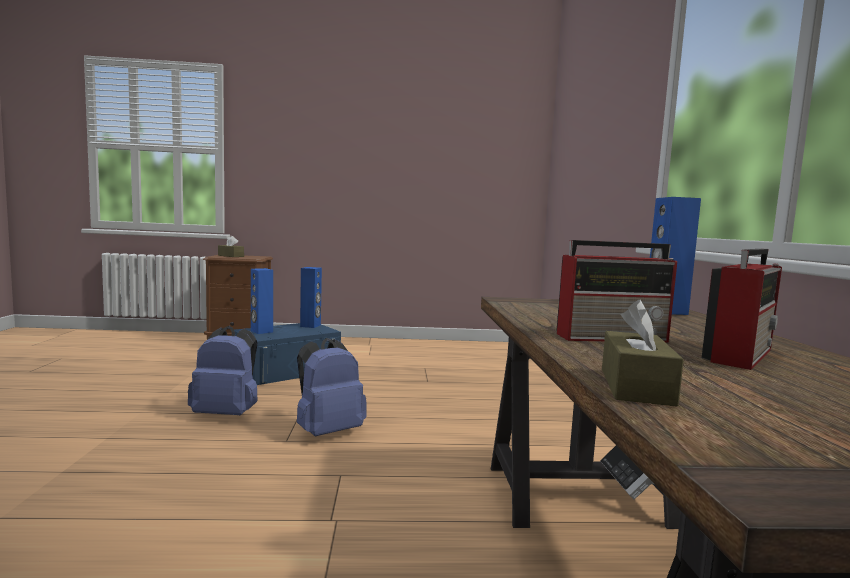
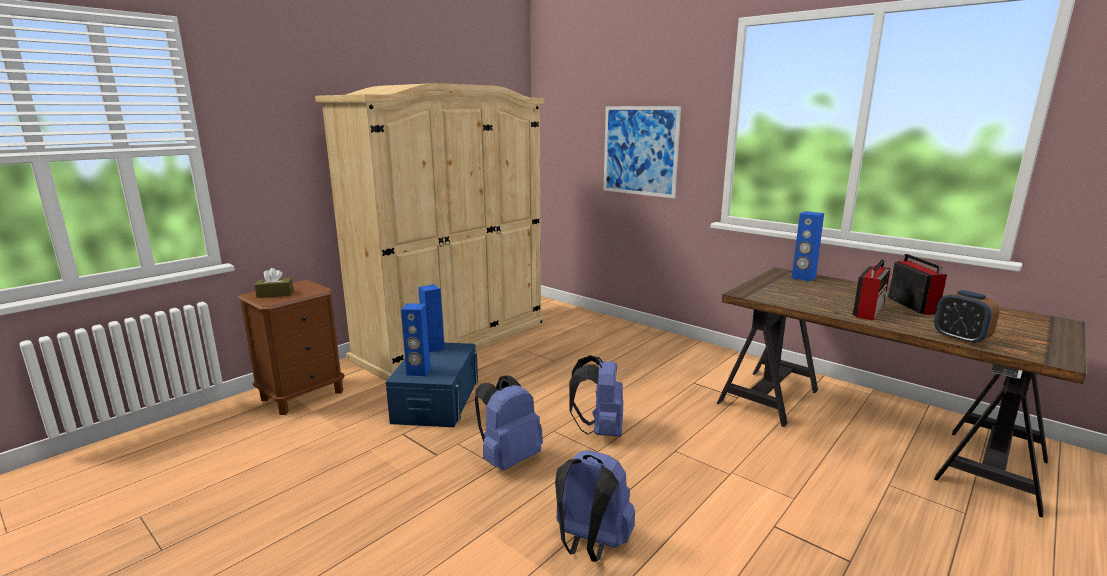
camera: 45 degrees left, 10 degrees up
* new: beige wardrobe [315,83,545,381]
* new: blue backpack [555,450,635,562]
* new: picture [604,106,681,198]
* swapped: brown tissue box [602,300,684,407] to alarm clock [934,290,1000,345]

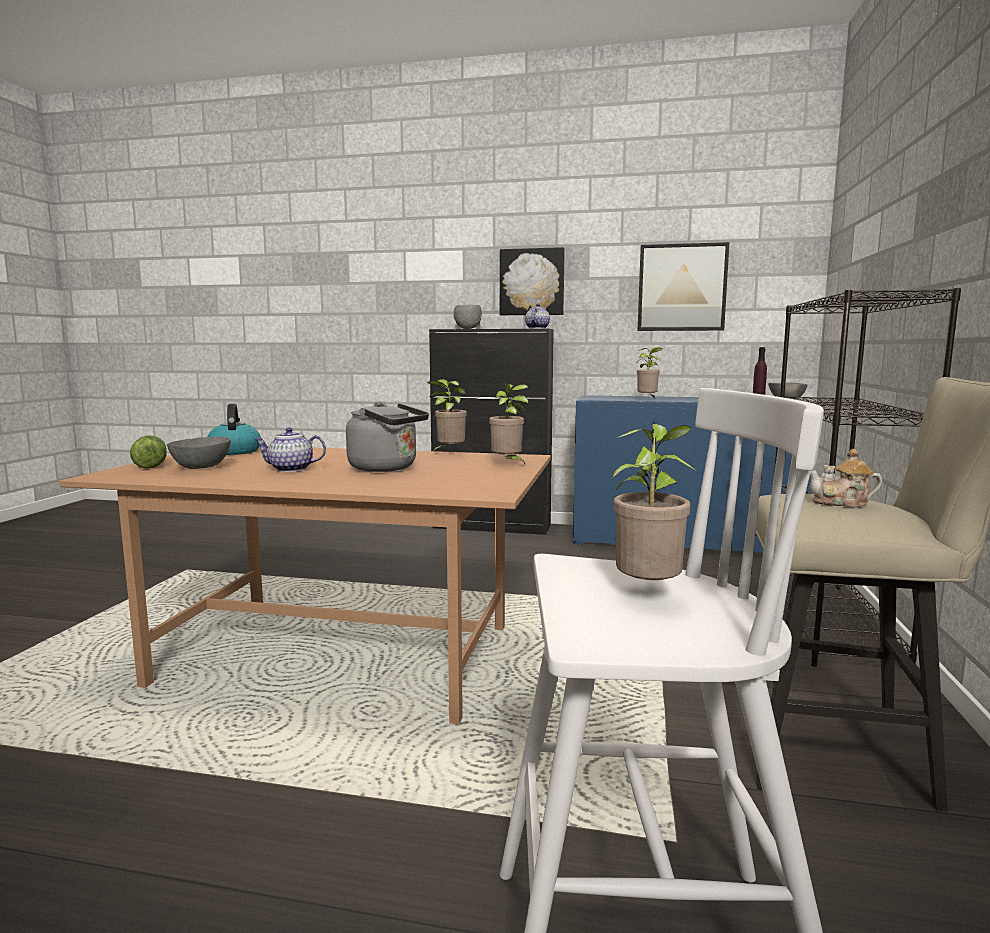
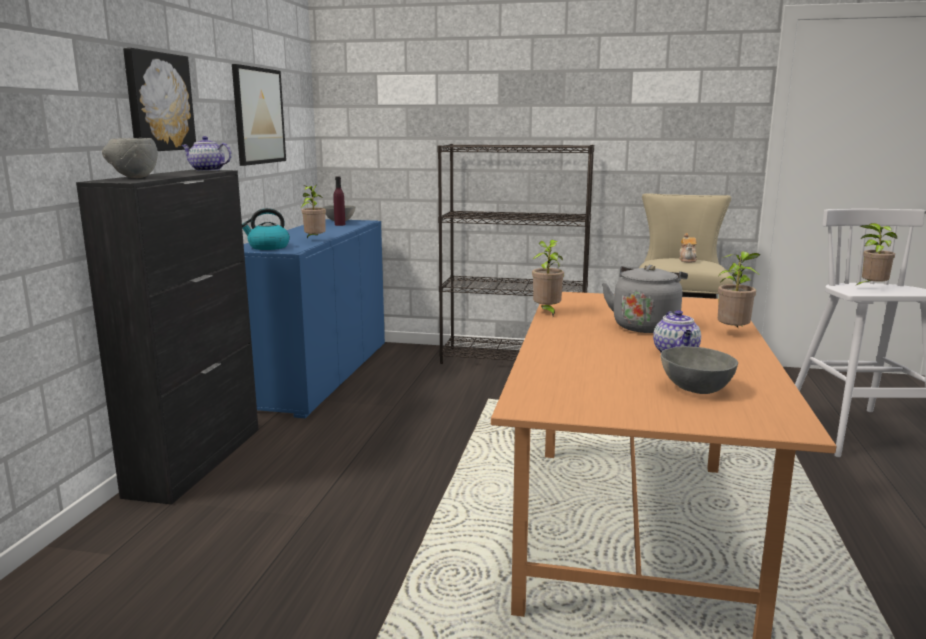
camera: 90 degrees left, 5 degrees up
* shifted: kettle [208,404,261,455] to [242,208,290,250]
* shifted: potted plant [489,384,528,466] to [718,251,760,329]
* gone: lettuce [130,435,167,469]

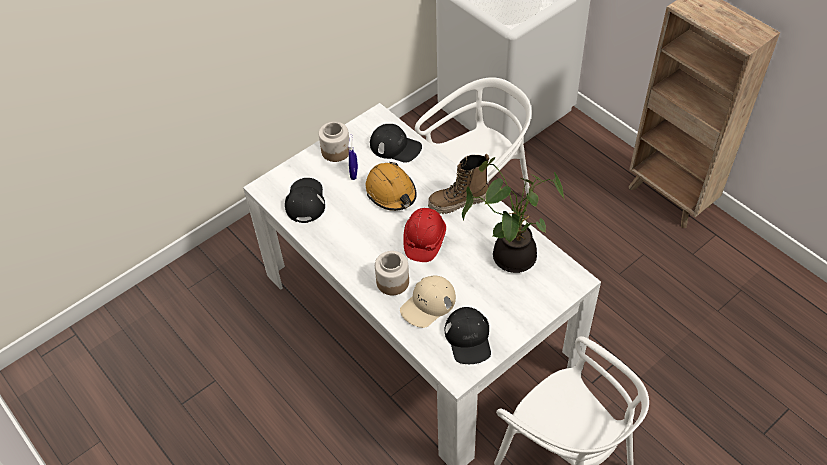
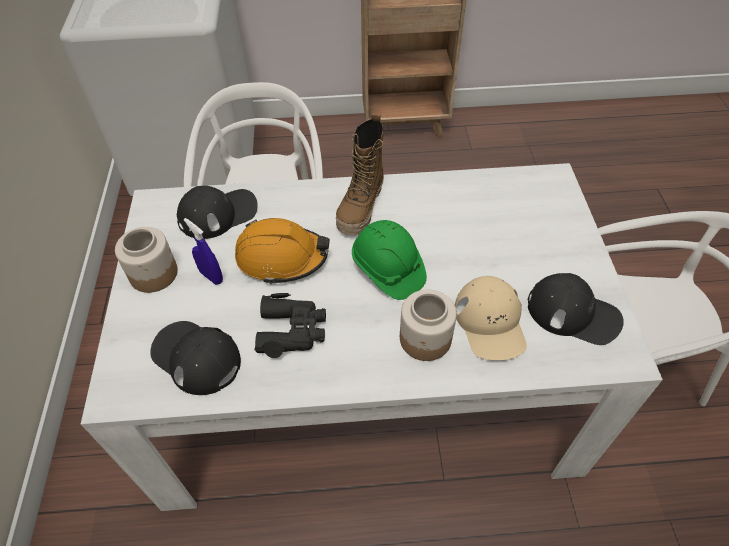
camera: 55 degrees left, 0 degrees up
* new: black binoculars [254,293,326,358]
* repainted: red hard hat [403,208,446,262] to green hard hat [352,220,427,300]
* gone: potted plant [462,157,565,273]

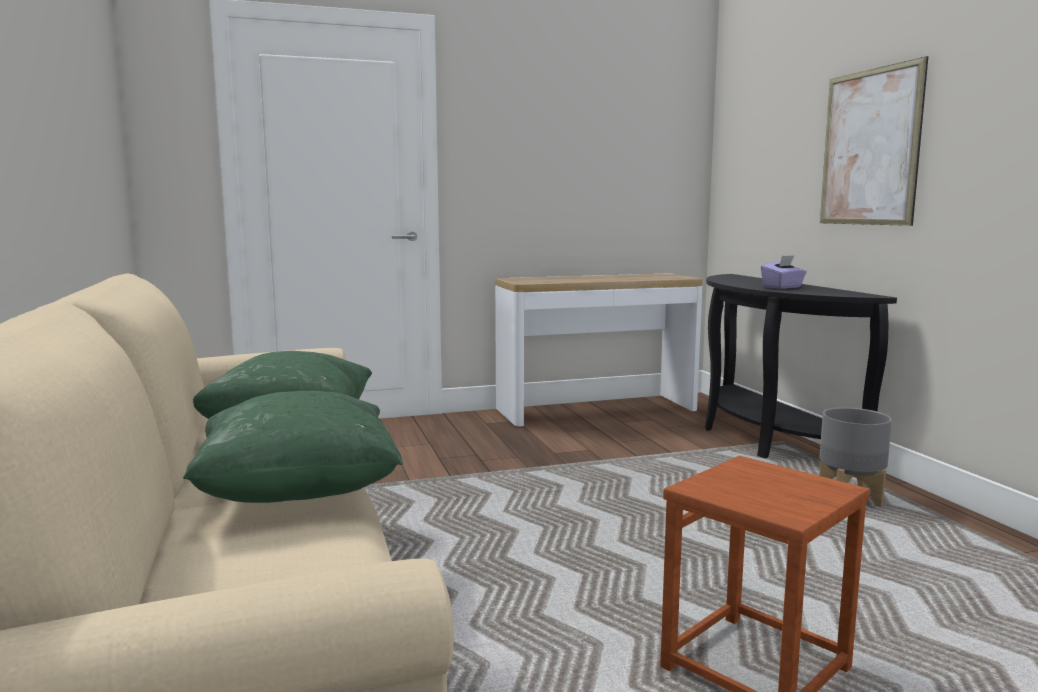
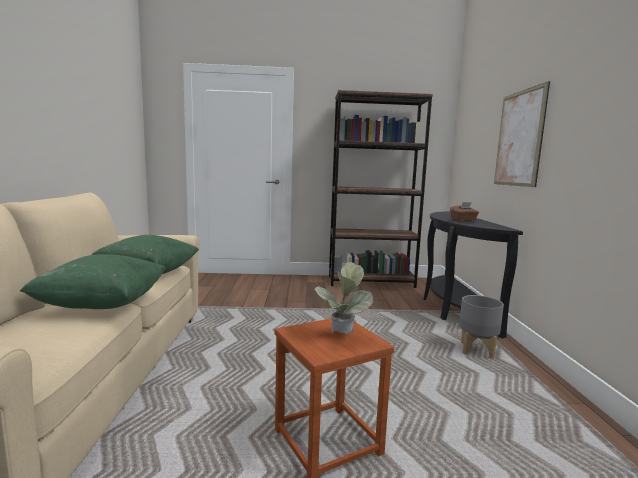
camera: 15 degrees right, 0 degrees up
* new: potted plant [314,262,373,334]
* swapped: console table [495,273,702,426] to brown bookcase [329,90,433,288]
* repainted: purple tissue box [761,255,807,289] to brown tissue box [450,202,479,222]

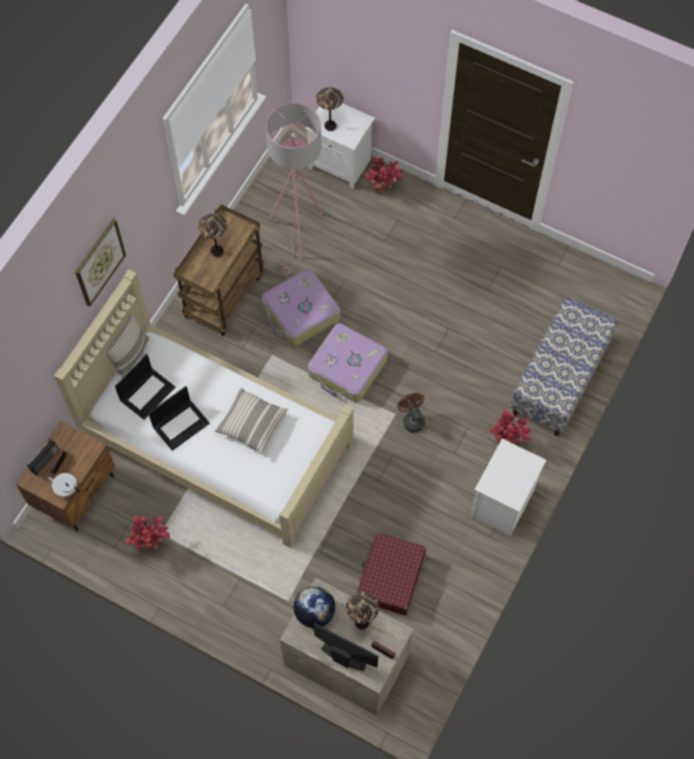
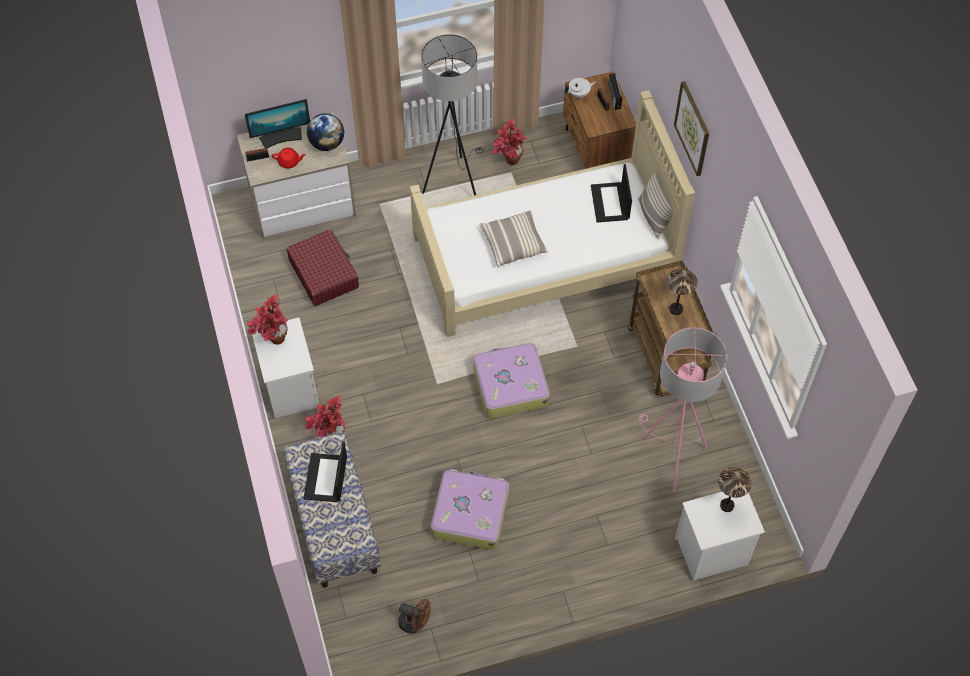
camera: 135 degrees right, 5 degrees down
* shifted: potted plant [364,157,404,194] to [247,295,288,345]
* swapped: table lamp [346,592,379,630] to red teapot [272,148,306,169]
* shifted: laptop [148,386,210,451] to [304,441,347,502]
* shifted: brown fan [397,393,425,433] to [398,599,431,633]
* new: grey floor lamp [421,34,484,196]
* shifted: suitcase [262,269,340,346] to [431,469,509,550]

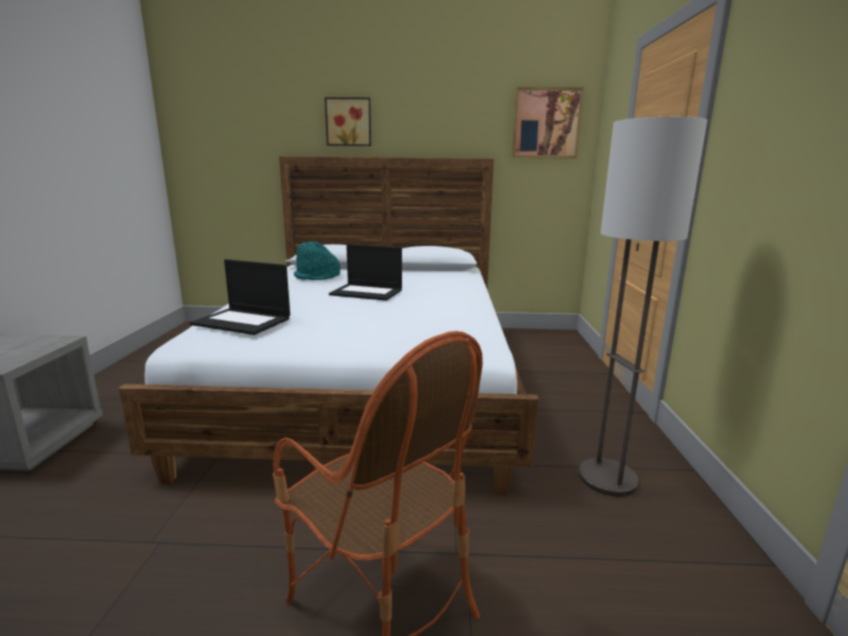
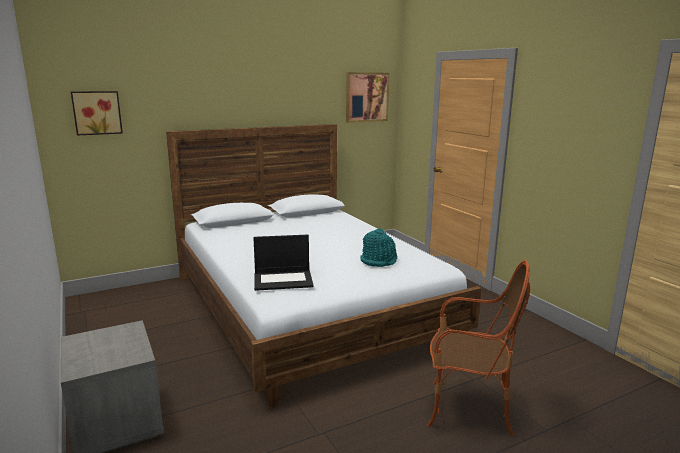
camera: 30 degrees left, 0 degrees up
* shifted: picture [325,97,371,146] to [71,91,123,136]
* shifted: turquoise hat [294,242,340,280] to [360,228,398,267]
* gone: laptop [329,244,402,301]
* gone: floor lamp [579,117,707,496]

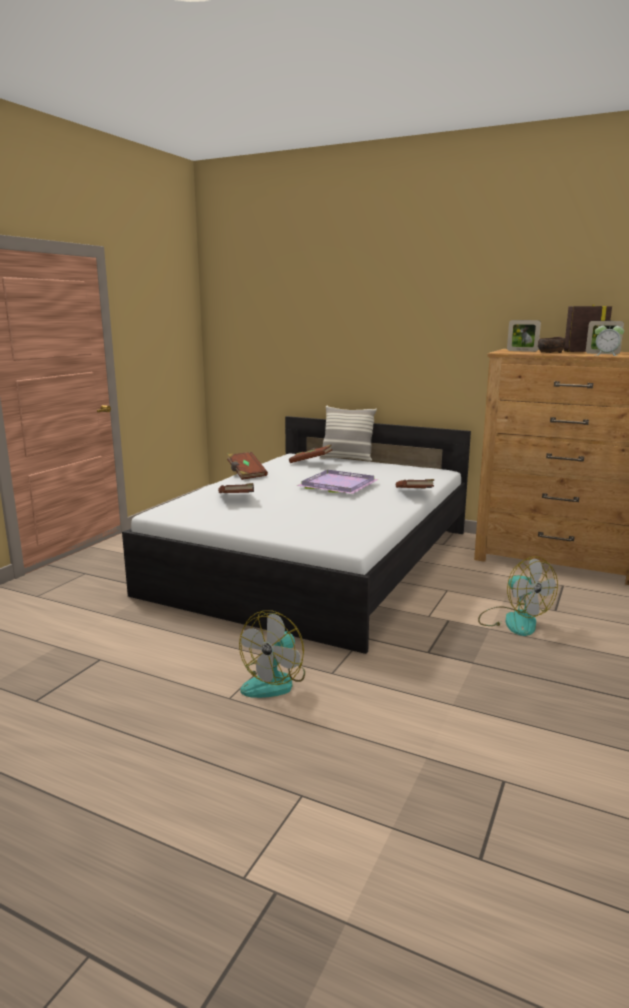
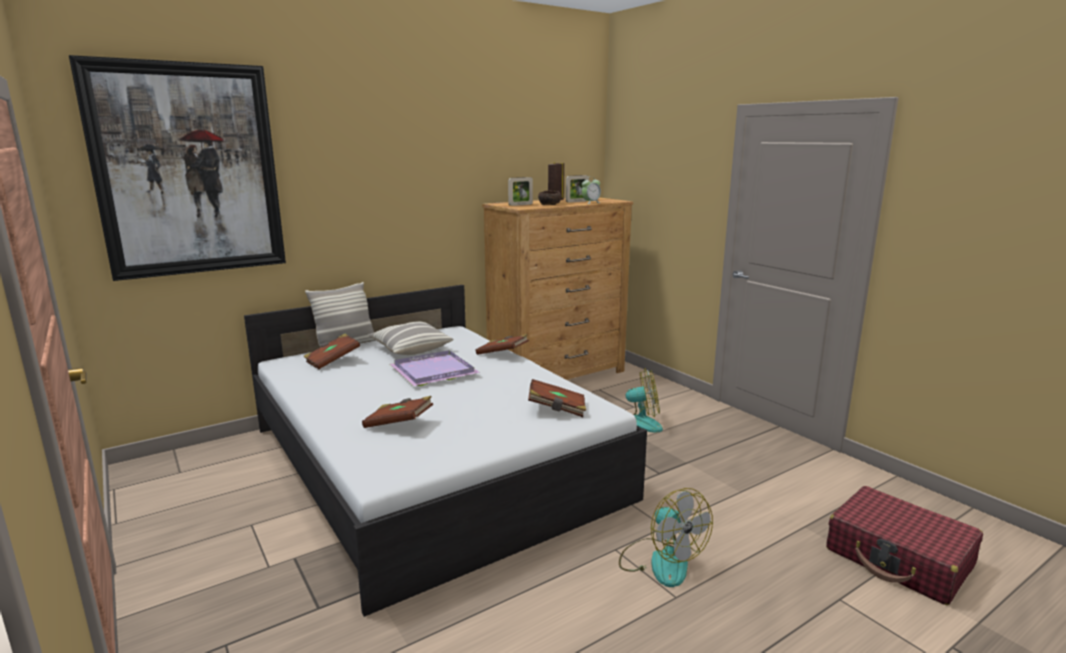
camera: 60 degrees left, 0 degrees up
* new: picture [69,55,286,281]
* new: pillow [368,321,453,355]
* shifted: brown book [227,452,268,480] to [528,379,586,417]
* new: red suitcase [826,486,983,605]

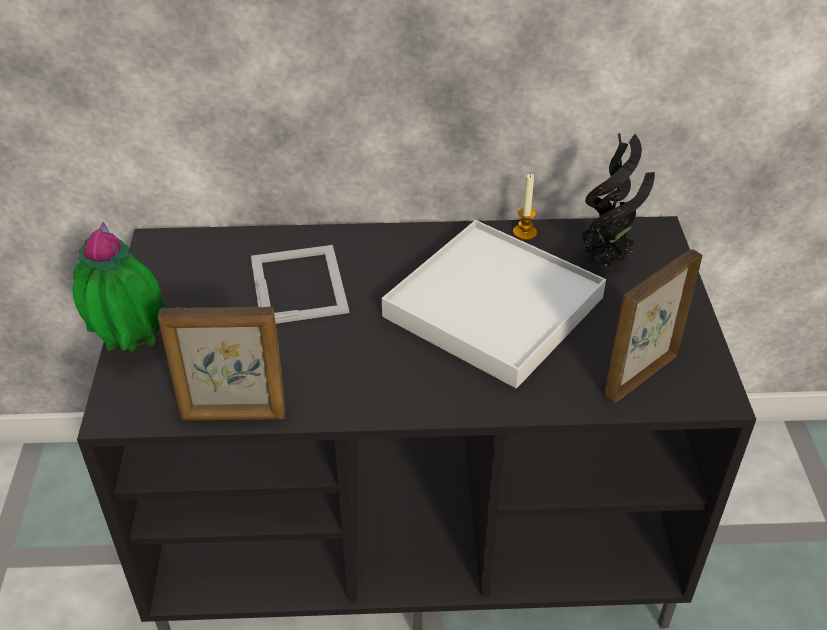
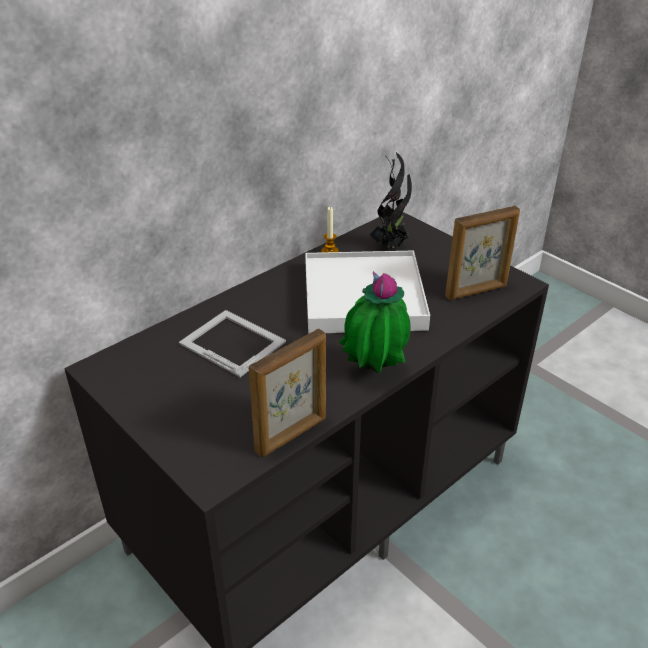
camera: 40 degrees left, 5 degrees down
* shifted: potted plant [72,222,165,352] to [339,271,411,374]
* rotated: picture frame [605,249,703,403] = [445,206,520,300] 120 degrees counterclockwise

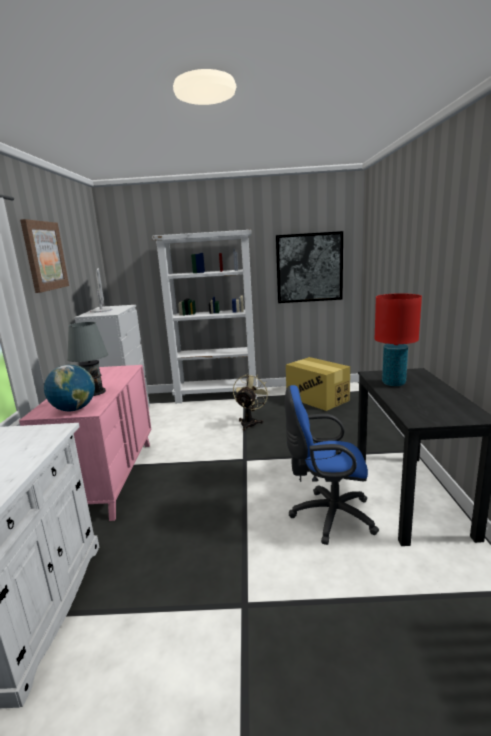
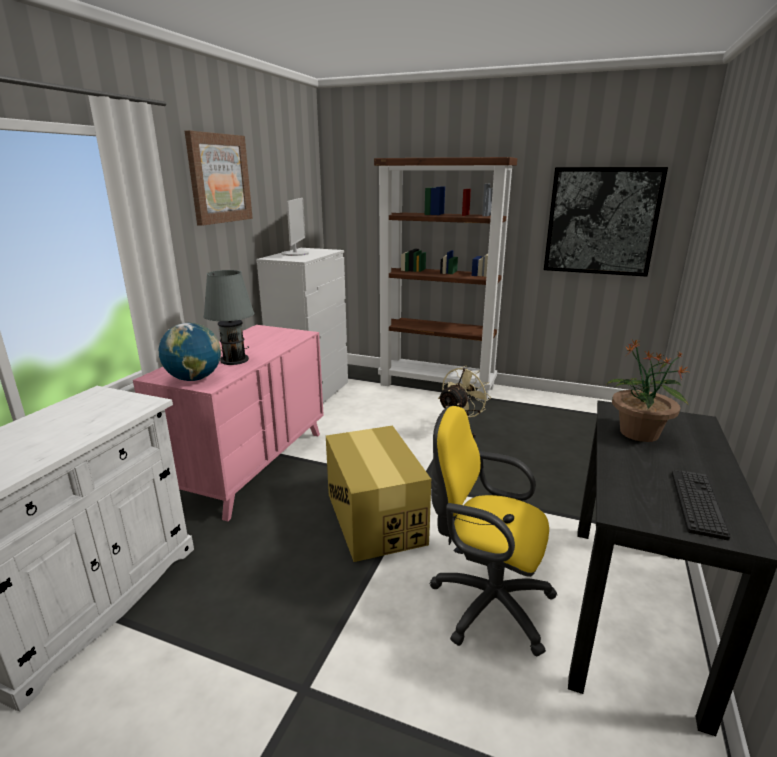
camera: 20 degrees right, 5 degrees up
* shifted: cardboard box [286,357,350,411] to [326,425,431,562]
* repainted: white bookcase [152,230,258,403] to brown bookcase [374,157,517,401]
* repainted: blue office chair [285,385,379,545] to yellow office chair [430,405,557,656]
* swapped: red table lamp [375,293,422,386] to potted plant [606,340,689,442]
* new: keyboard [672,470,731,541]

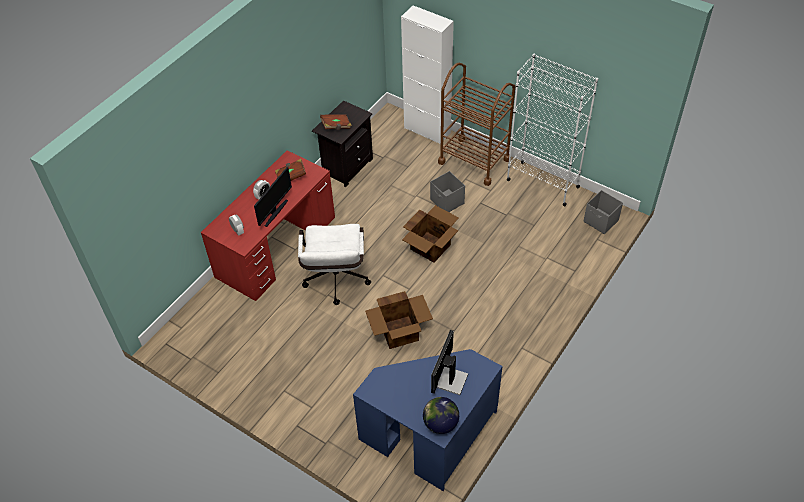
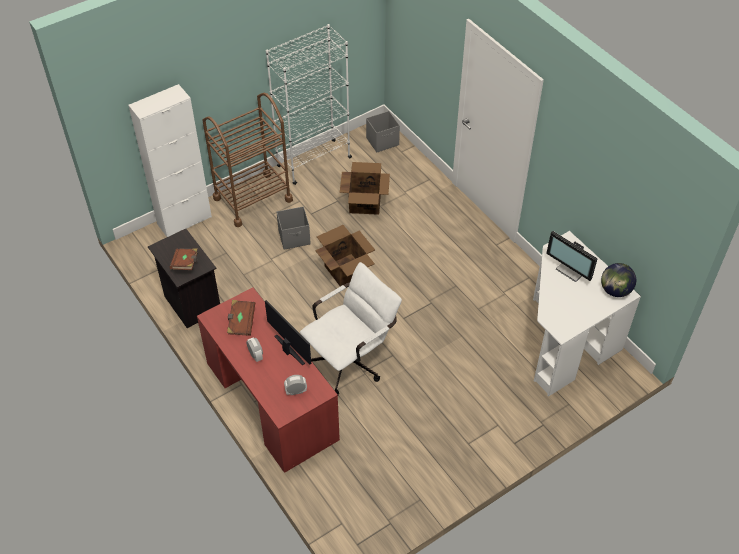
camera: 70 degrees left, 0 degrees up
* rotated: white office chair [298,224,371,305] = [300,262,402,395] 60 degrees counterclockwise
* shifted: cardboard box [365,291,433,349] to [340,162,390,215]
* repainted: blue desk [353,349,503,491] to white desk [533,231,641,397]

